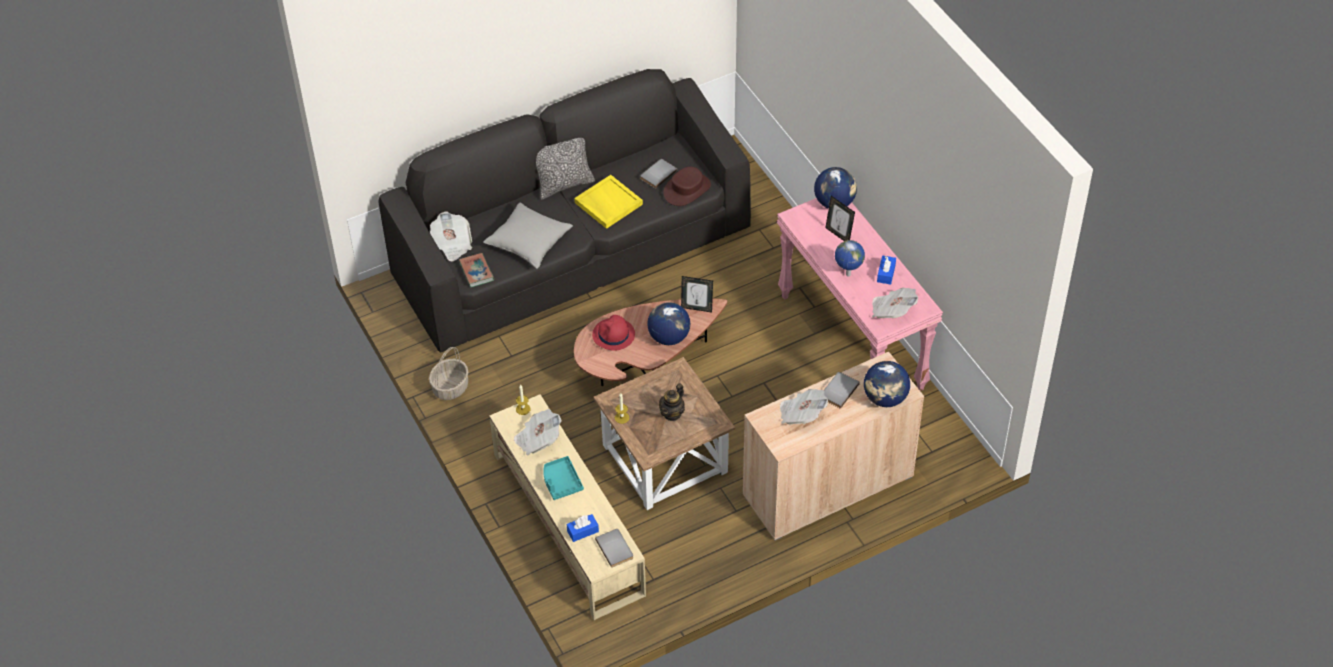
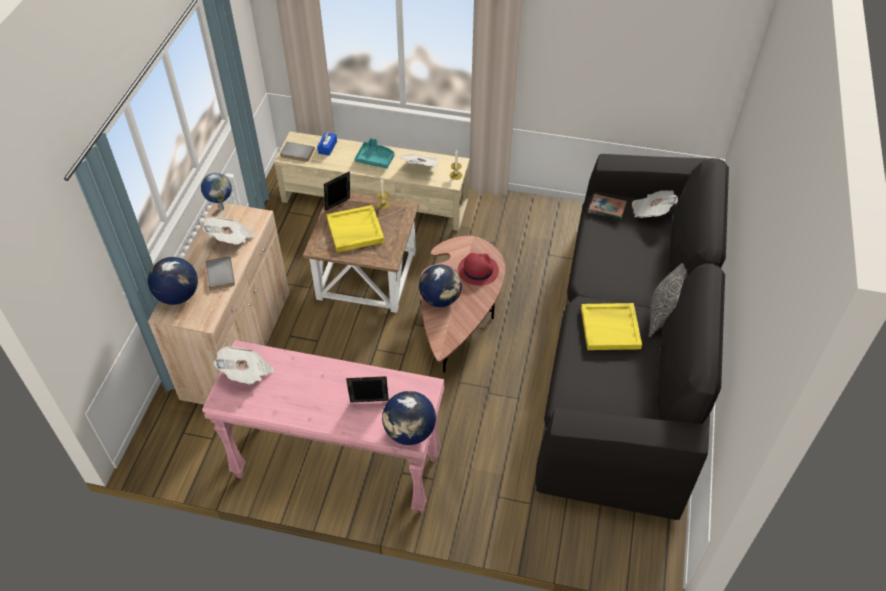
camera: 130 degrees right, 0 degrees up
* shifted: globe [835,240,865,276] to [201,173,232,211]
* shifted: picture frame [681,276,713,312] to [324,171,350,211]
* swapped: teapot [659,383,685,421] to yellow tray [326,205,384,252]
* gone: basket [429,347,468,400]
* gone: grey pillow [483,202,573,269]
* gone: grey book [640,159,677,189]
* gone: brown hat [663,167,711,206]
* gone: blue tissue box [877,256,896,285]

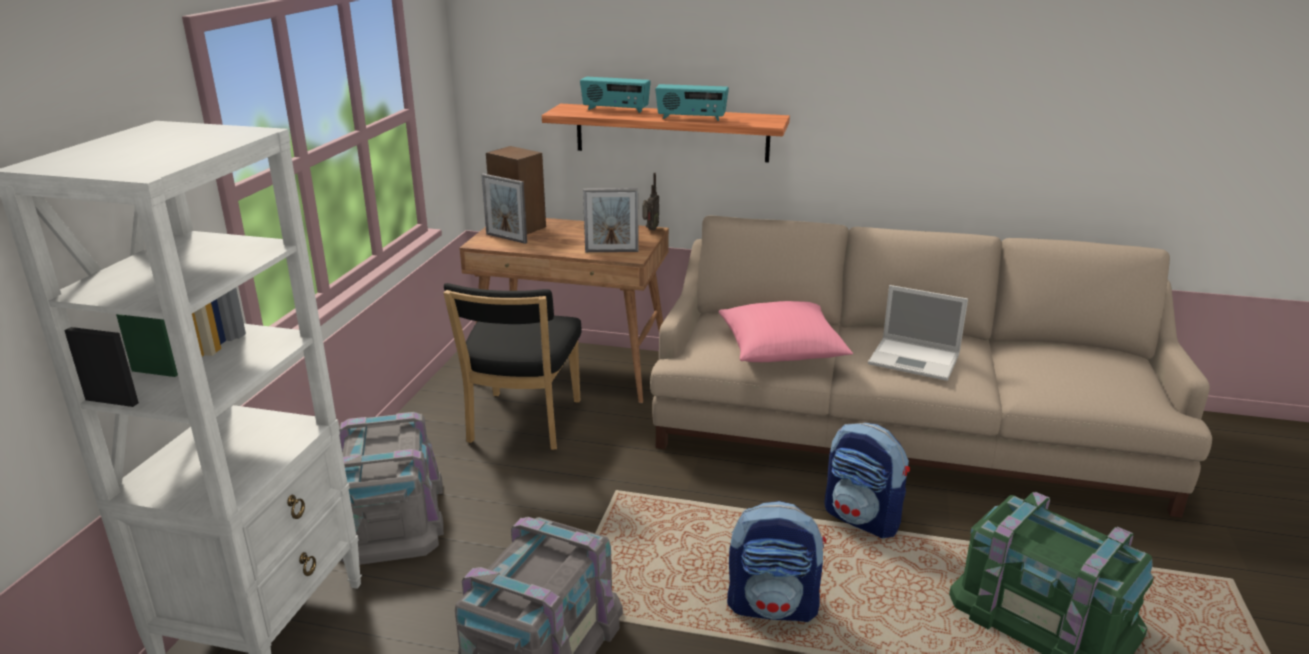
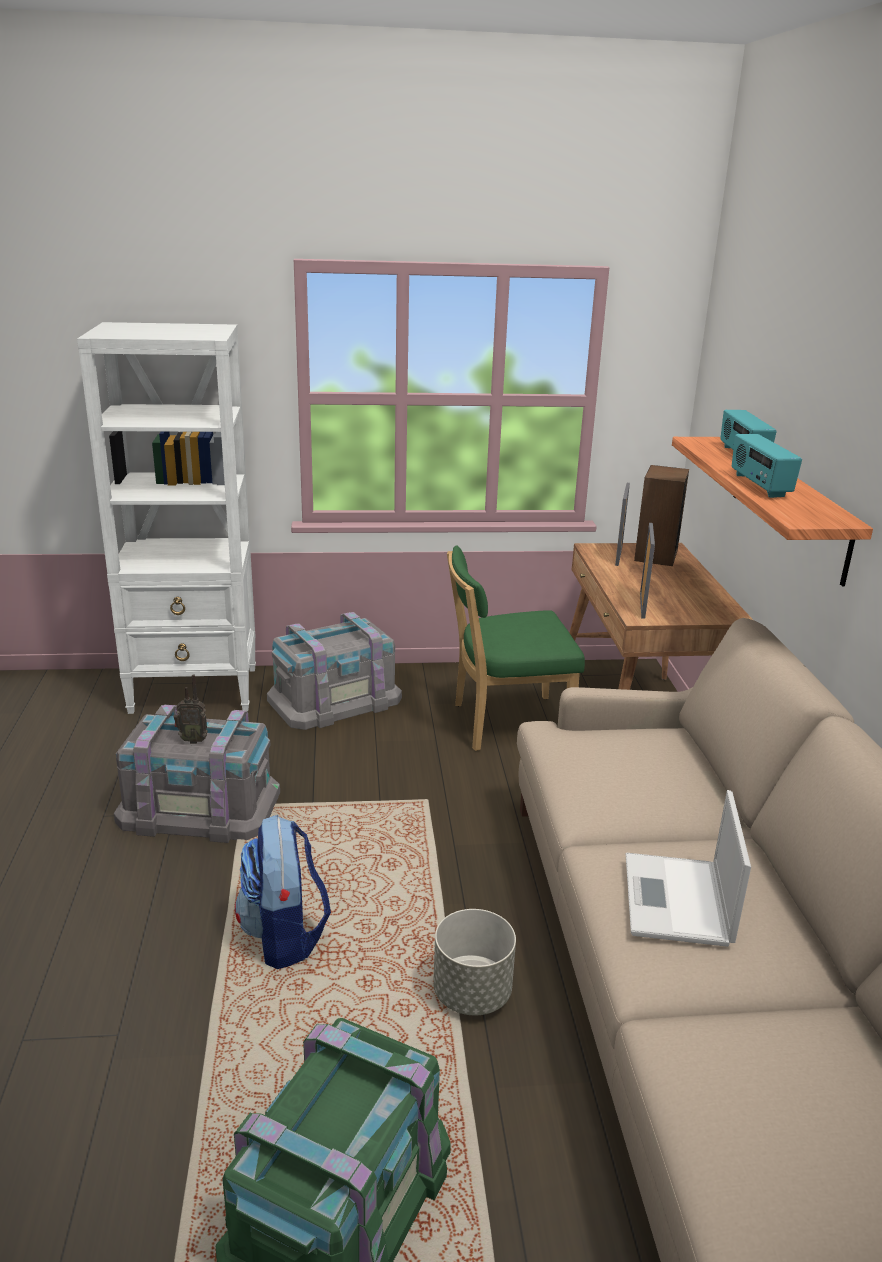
camera: 70 degrees right, 0 degrees up
* shifted: radio [643,173,659,230] to [174,674,208,744]
* swapped: backpack [824,423,910,538] to grey planter [433,909,516,1015]
* repainted: black chair [443,283,581,450] to green chair [447,545,585,751]
* rotated: picture frame [583,188,639,252] = [640,523,655,619] 150 degrees counterclockwise
* gone: pink pillow [719,301,853,362]

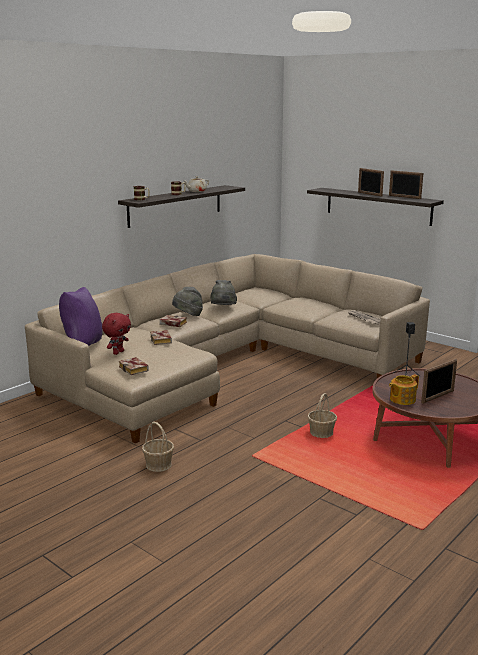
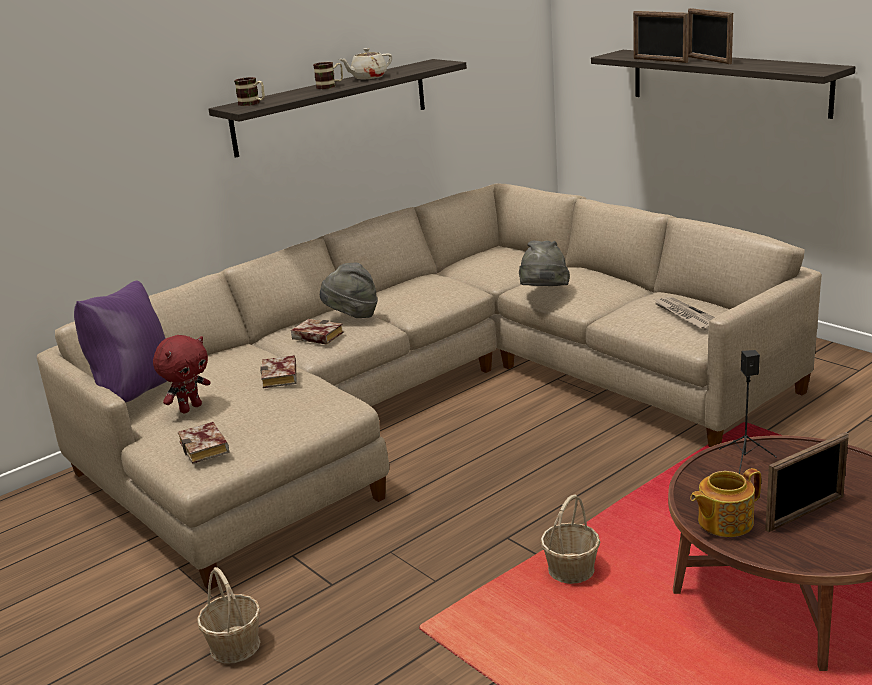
camera: 10 degrees right, 5 degrees up
* shifted: grey hat [210,280,237,305] to [519,241,570,286]
* shifted: picture frame [389,170,423,199] to [633,11,689,63]

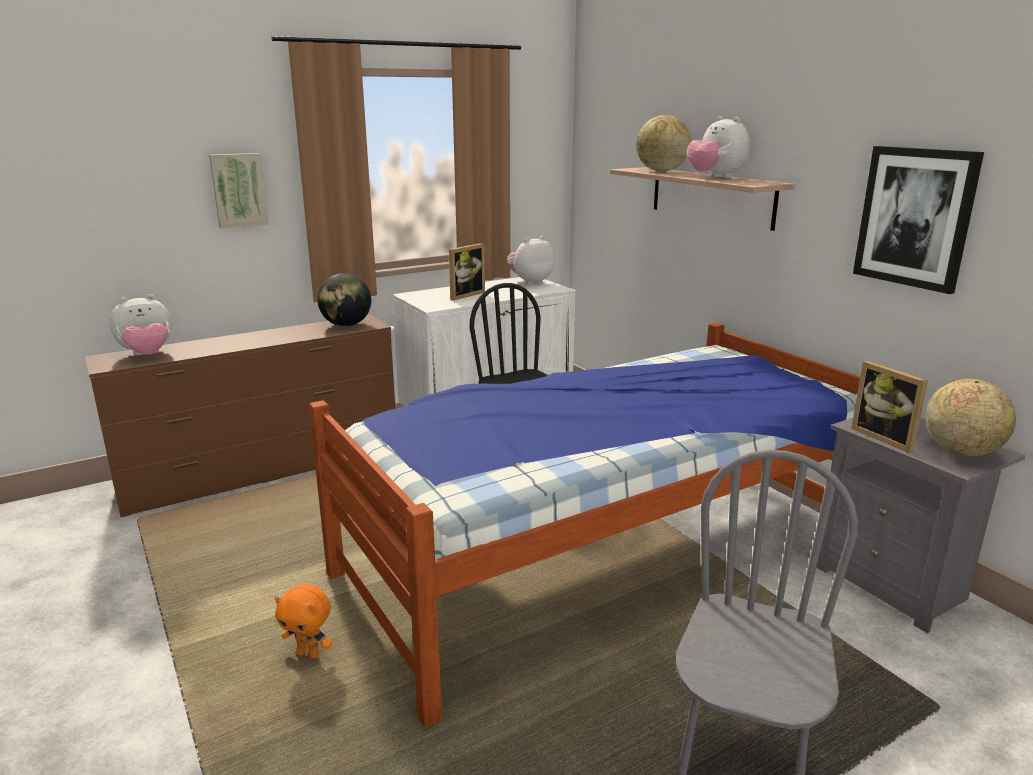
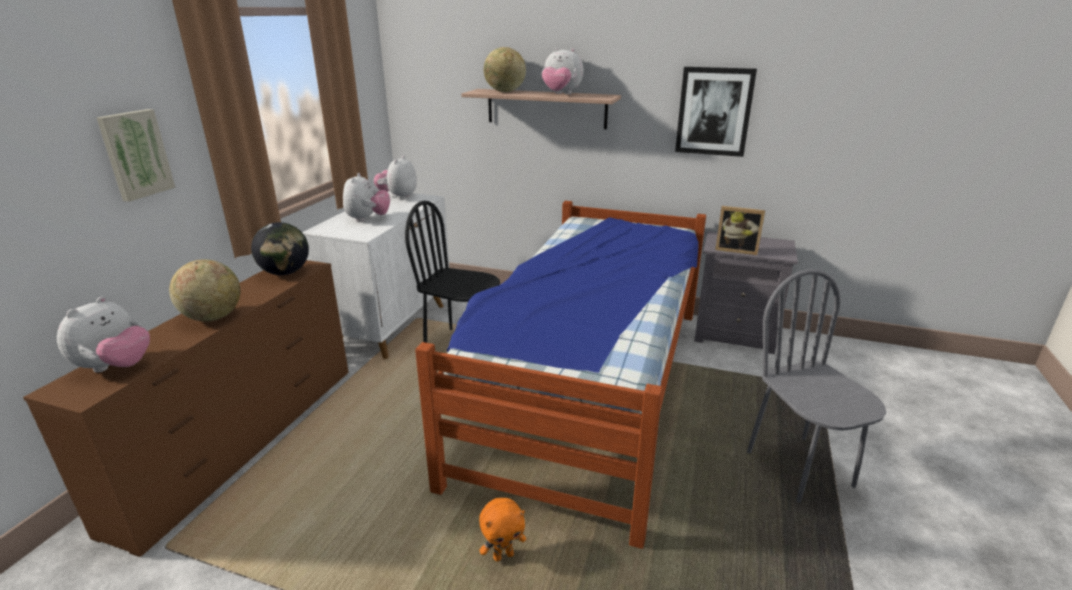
camera: 40 degrees left, 5 degrees up
* shifted: globe [926,379,1016,457] to [169,260,240,322]
* swapped: picture frame [449,243,485,301] to plush toy [343,173,390,222]

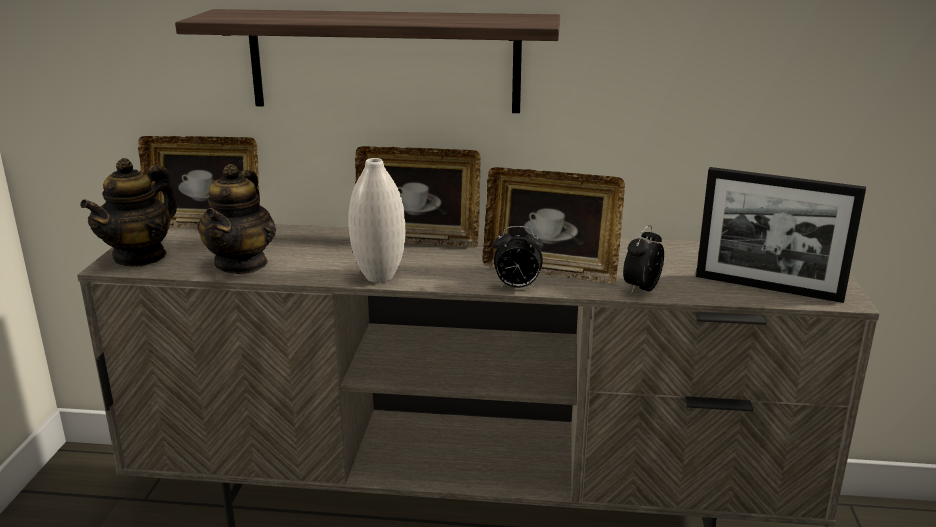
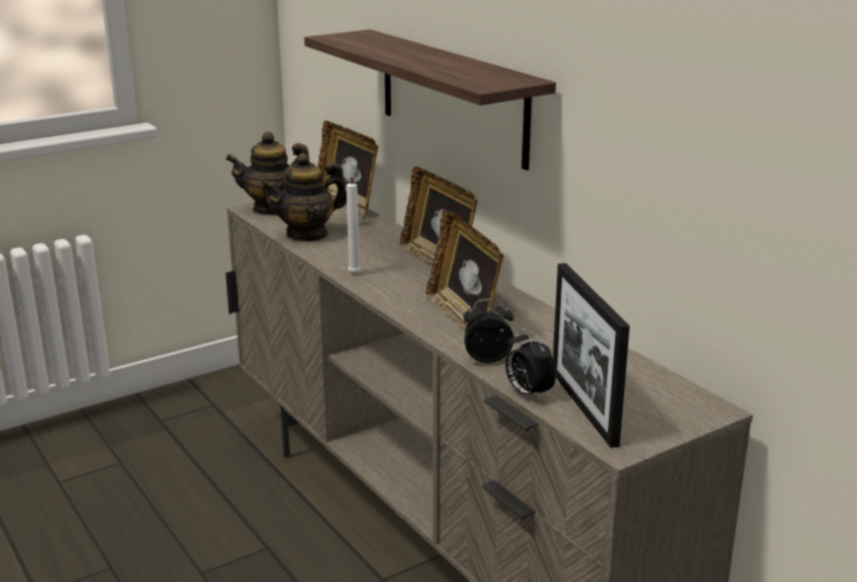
camera: 50 degrees right, 0 degrees up
* swapped: white vase [349,158,405,283] to white candle [346,178,361,274]
* shifted: alarm clock [493,226,543,289] to [505,328,556,402]

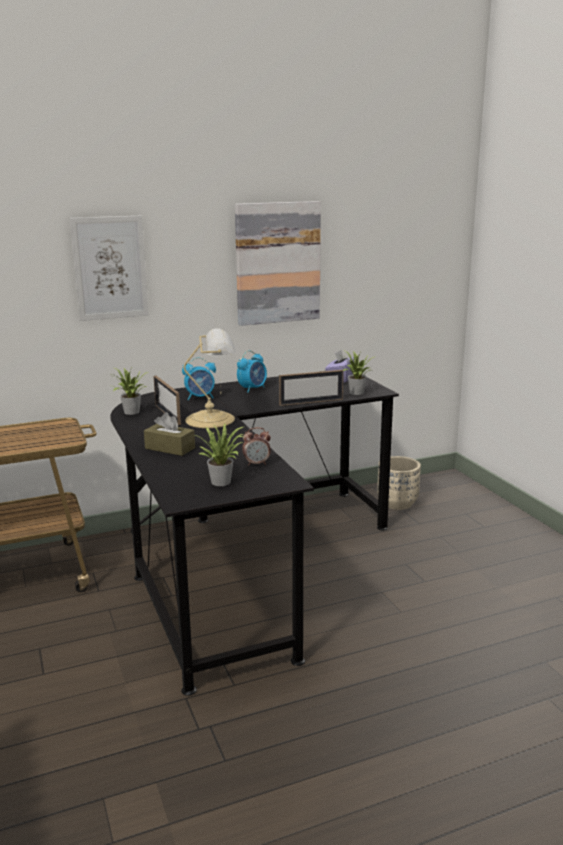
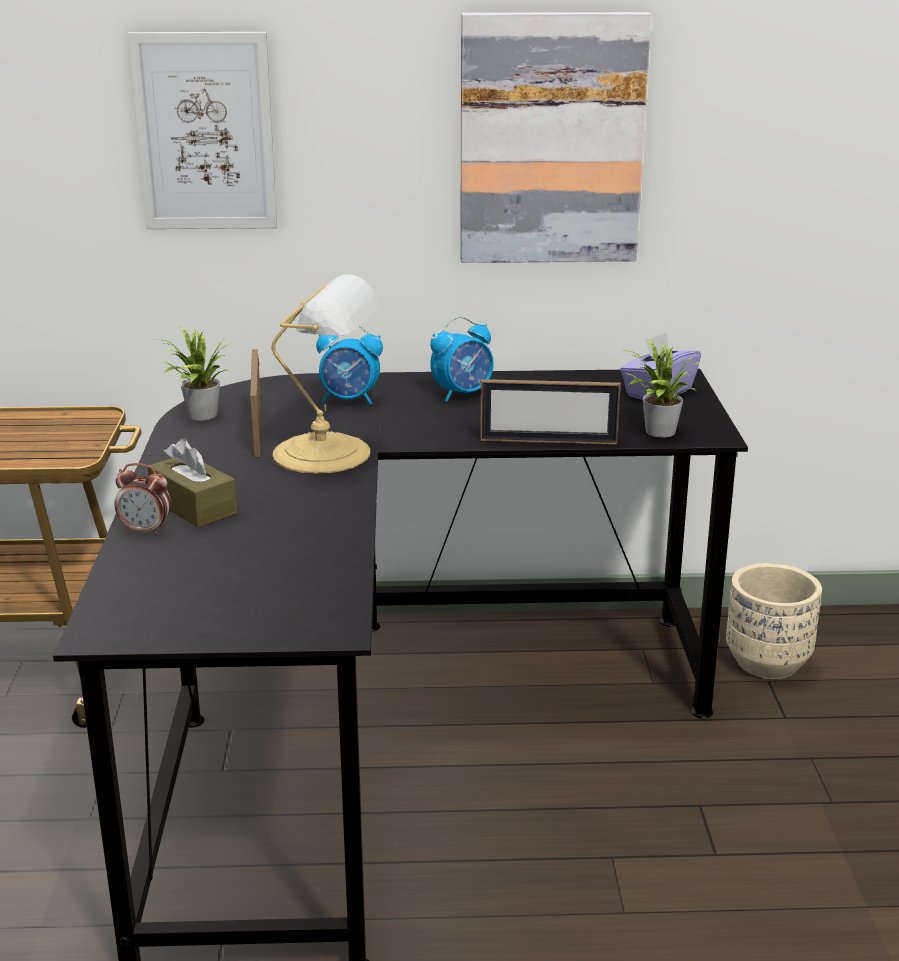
camera: 20 degrees right, 5 degrees up
* shifted: alarm clock [243,427,271,466] to [114,463,171,536]
* gone: potted plant [195,424,245,486]

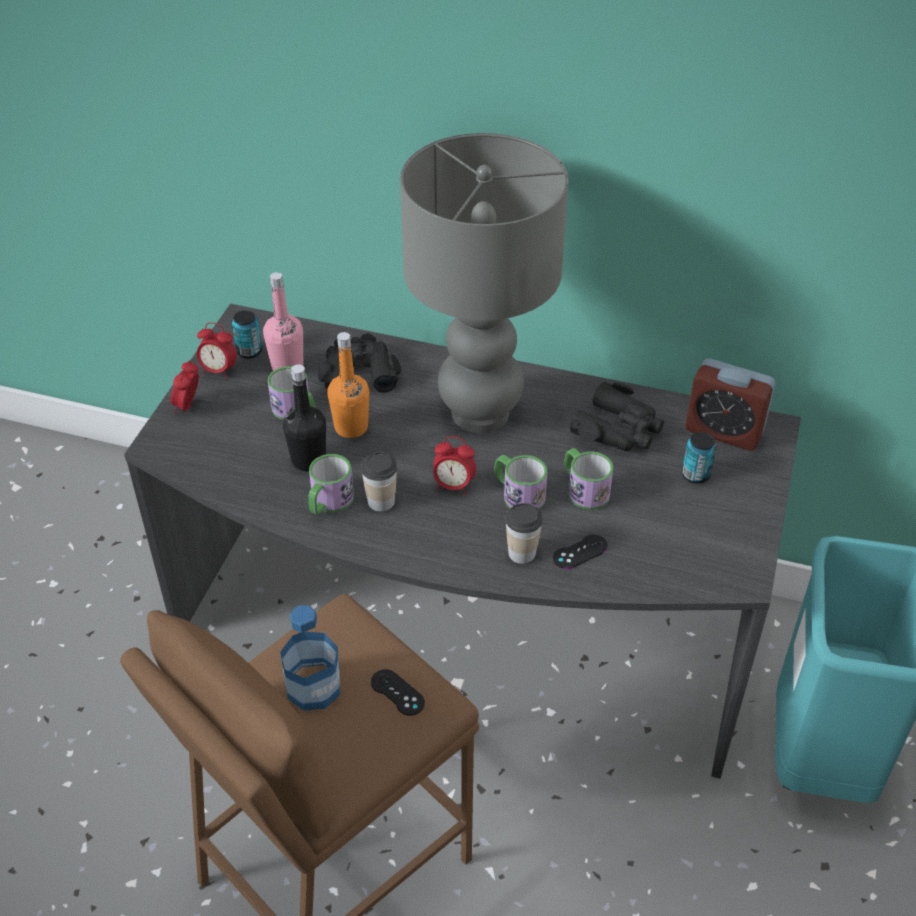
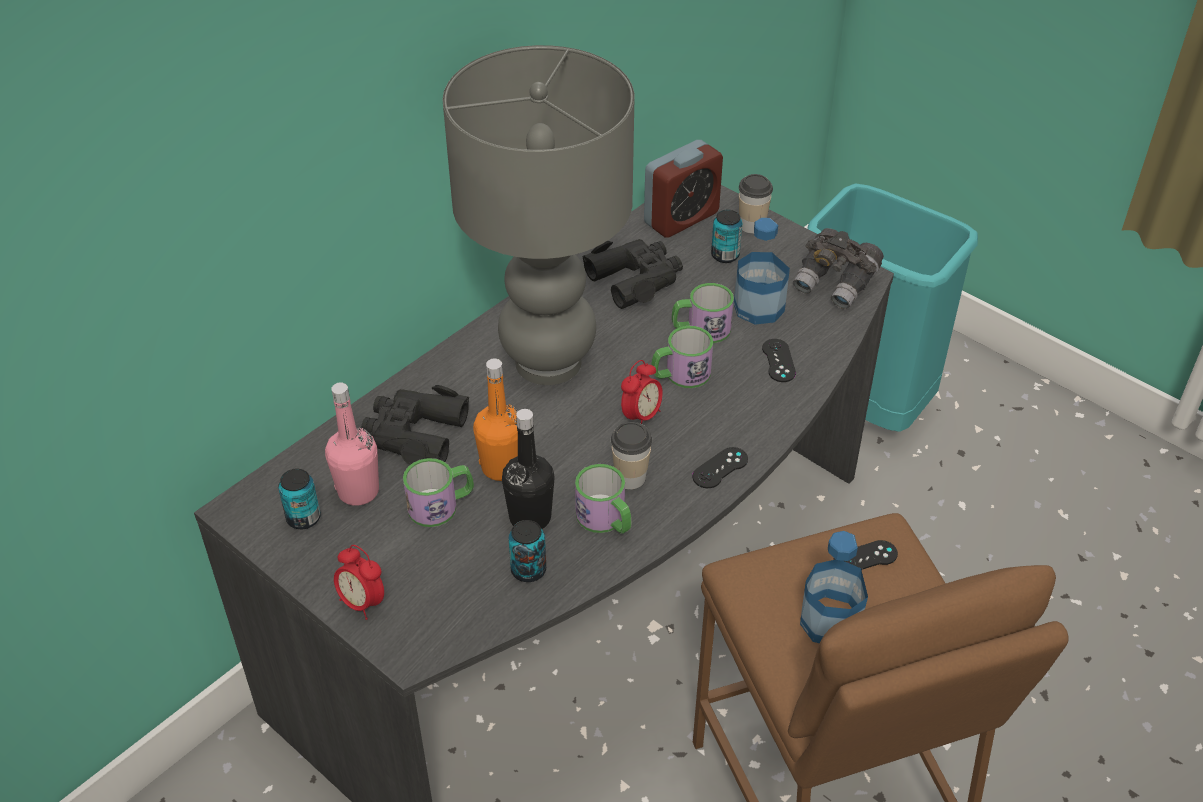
camera: 65 degrees left, 0 degrees up
* new: can [508,520,546,582]
* new: black game controller [692,447,748,488]
* new: bottle [733,218,790,325]
* shifted: cup [505,503,543,564] to [739,174,773,234]
* new: grey binoculars [793,228,884,309]
* gone: alarm clock [197,322,237,379]

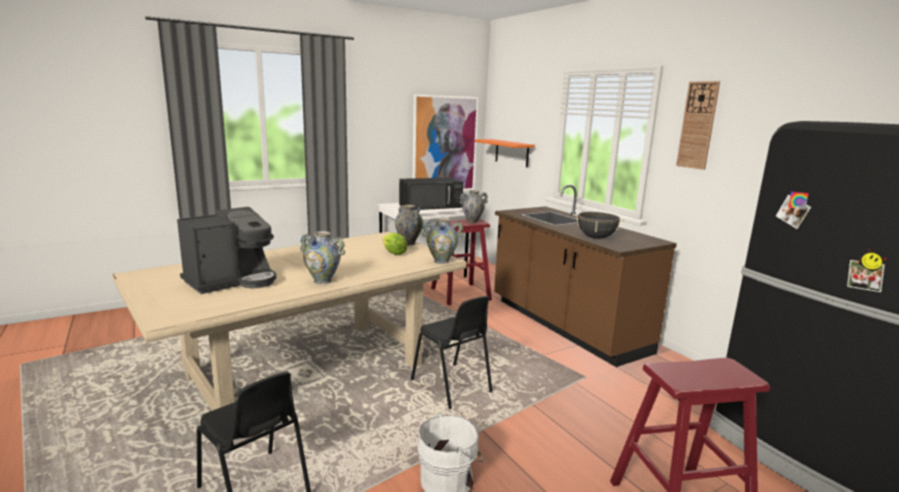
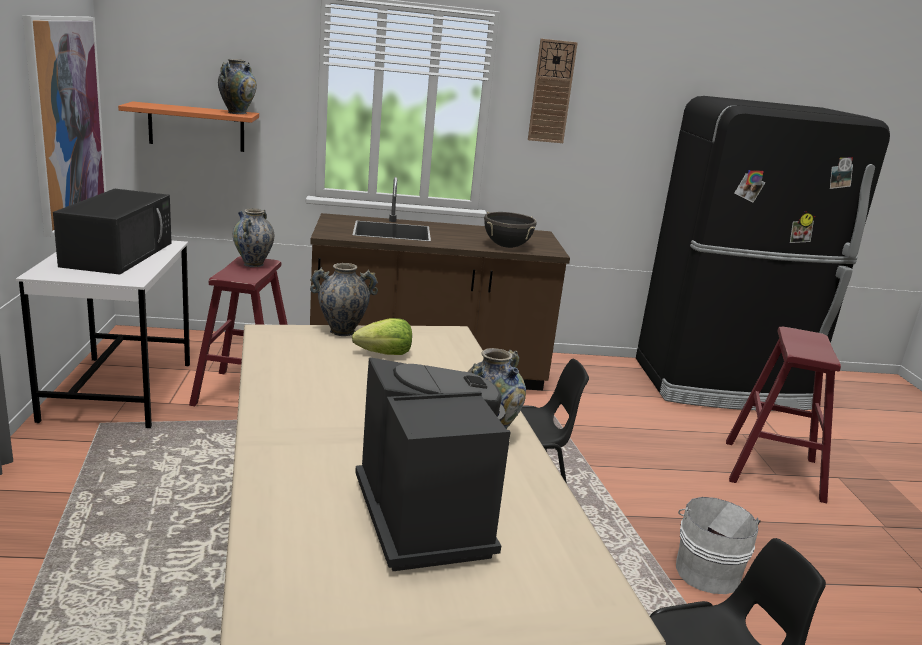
camera: 65 degrees left, 5 degrees up
* shifted: vase [422,218,464,264] to [218,59,257,114]

